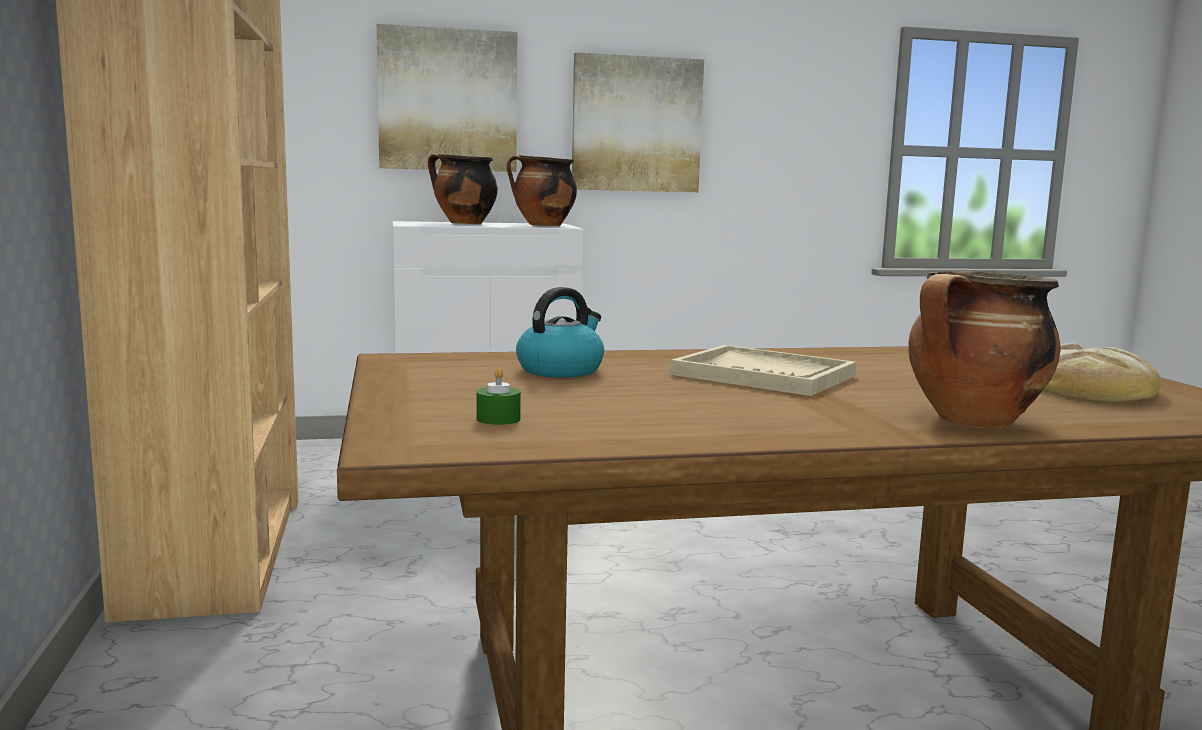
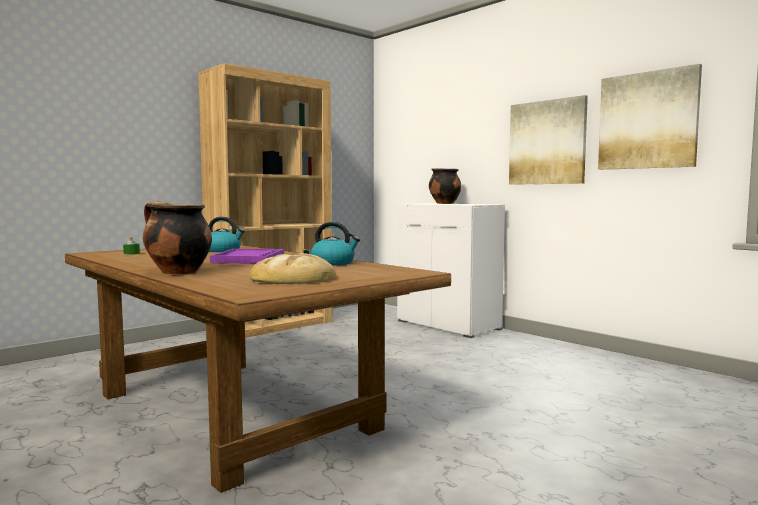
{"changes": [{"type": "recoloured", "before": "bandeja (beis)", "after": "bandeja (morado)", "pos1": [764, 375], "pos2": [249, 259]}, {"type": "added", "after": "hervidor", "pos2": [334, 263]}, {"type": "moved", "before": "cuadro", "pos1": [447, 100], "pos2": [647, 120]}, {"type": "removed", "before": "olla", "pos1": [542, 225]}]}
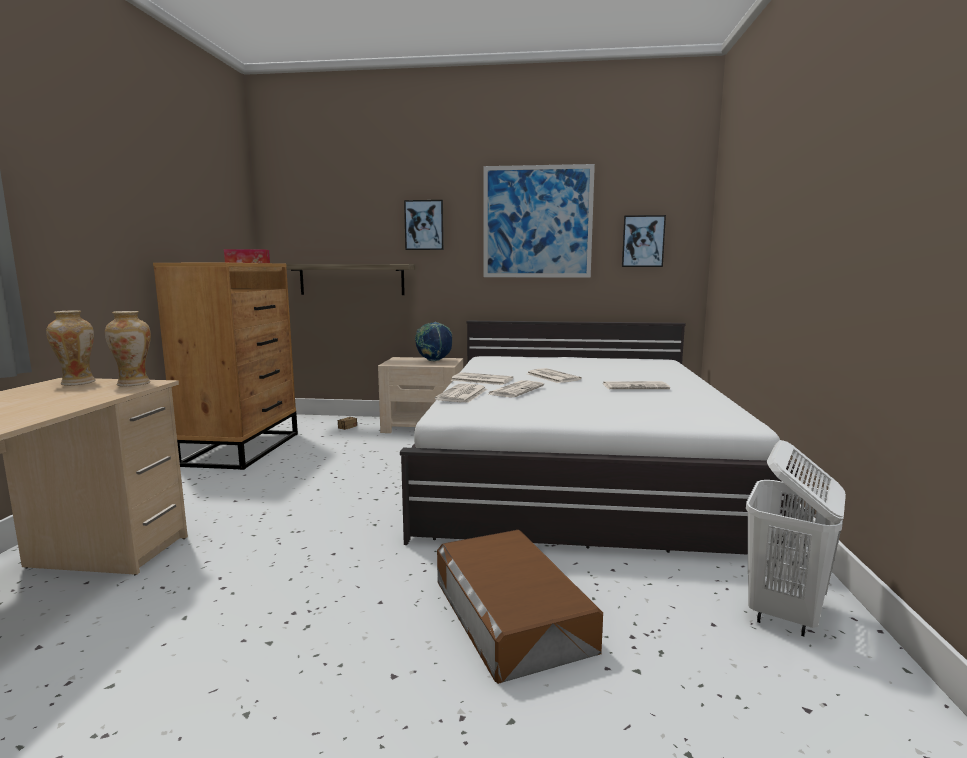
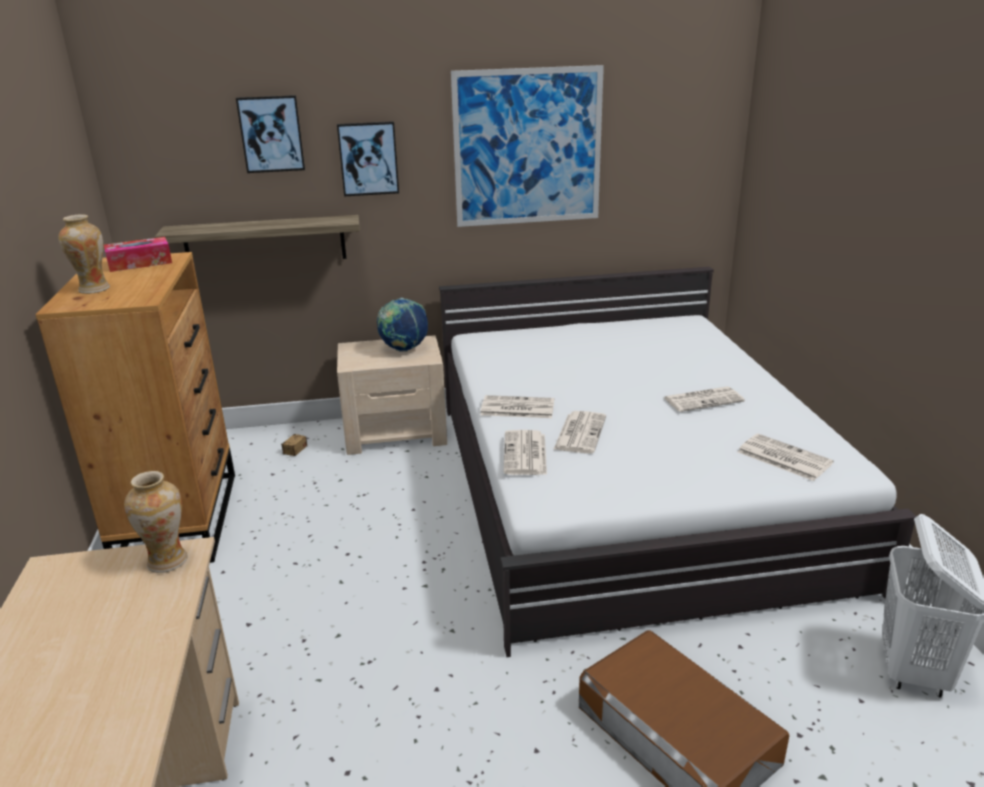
{"changes": [{"type": "moved", "before": "florero", "pos1": [77, 383], "pos2": [94, 289]}, {"type": "moved", "before": "cuadro", "pos1": [643, 241], "pos2": [271, 134]}, {"type": "moved", "before": "periódico", "pos1": [552, 377], "pos2": [782, 457]}]}
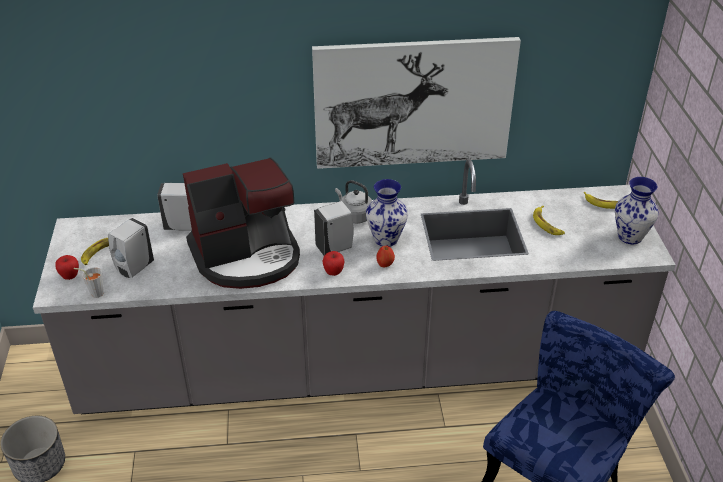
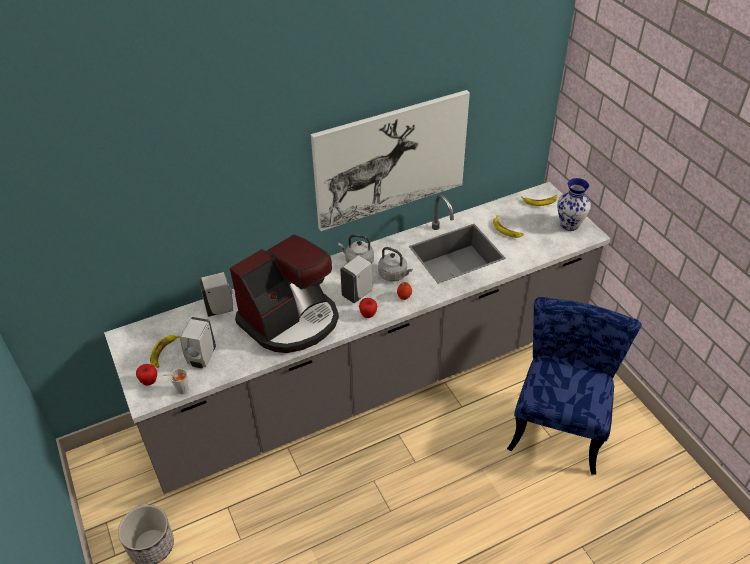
{"changes": [{"type": "replaced", "before": "florero", "after": "hervidor (gris)", "pos1": [387, 239], "pos2": [394, 275]}]}
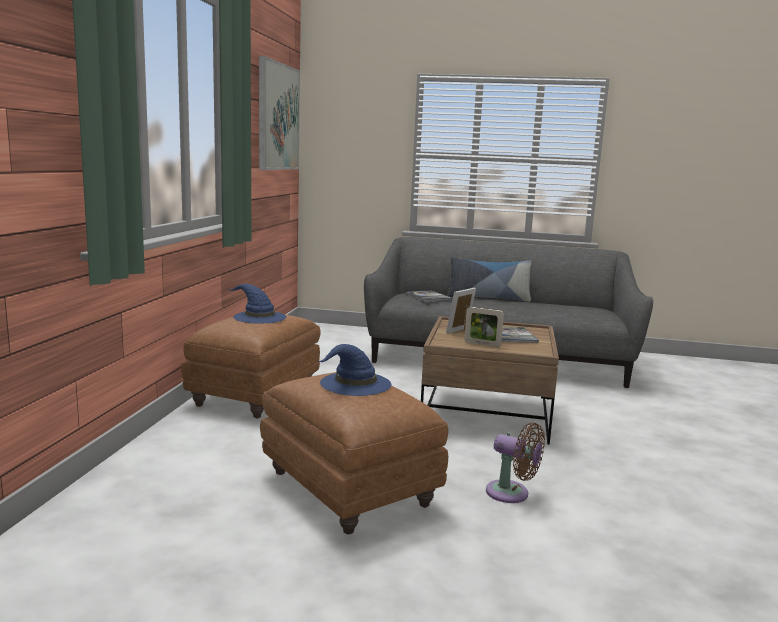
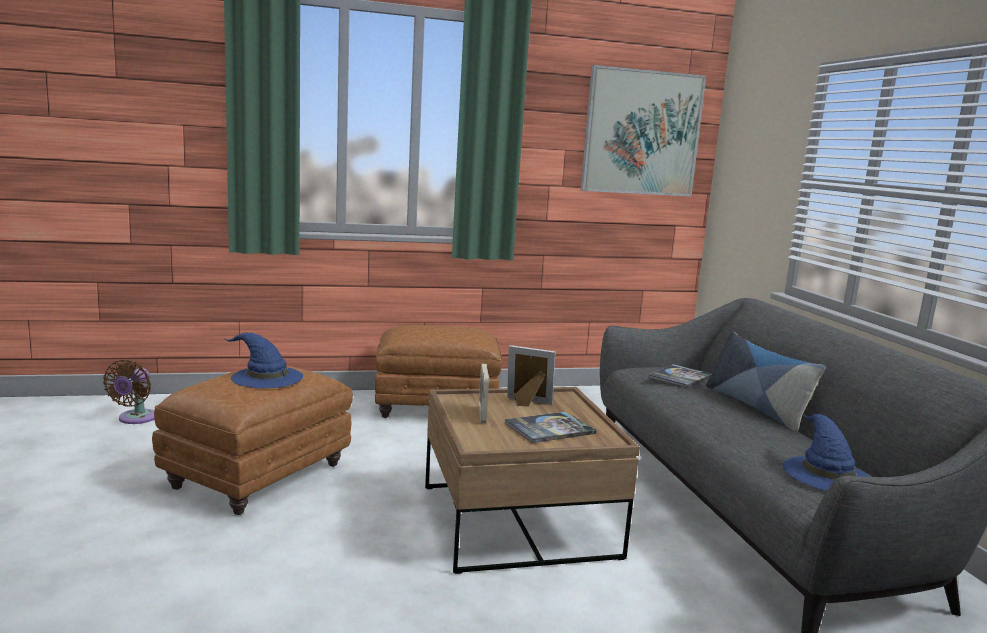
{"changes": [{"type": "moved", "before": "ventilador (marrón)", "pos1": [511, 494], "pos2": [135, 419]}, {"type": "moved", "before": "sombrero (azul)", "pos1": [259, 317], "pos2": [826, 474]}]}
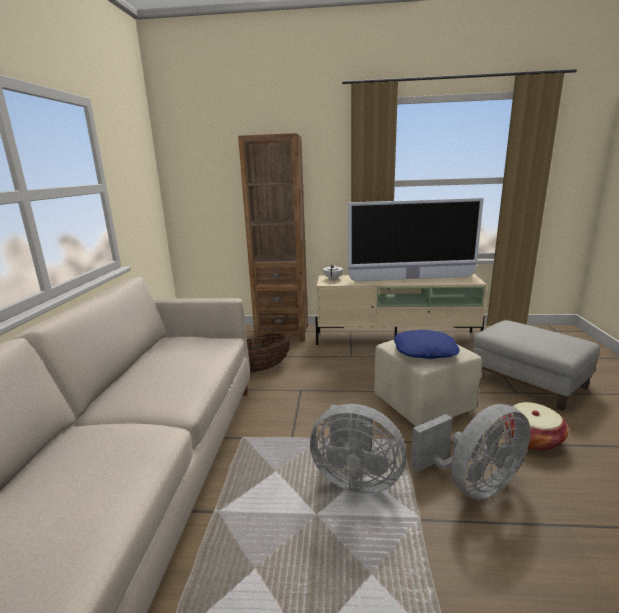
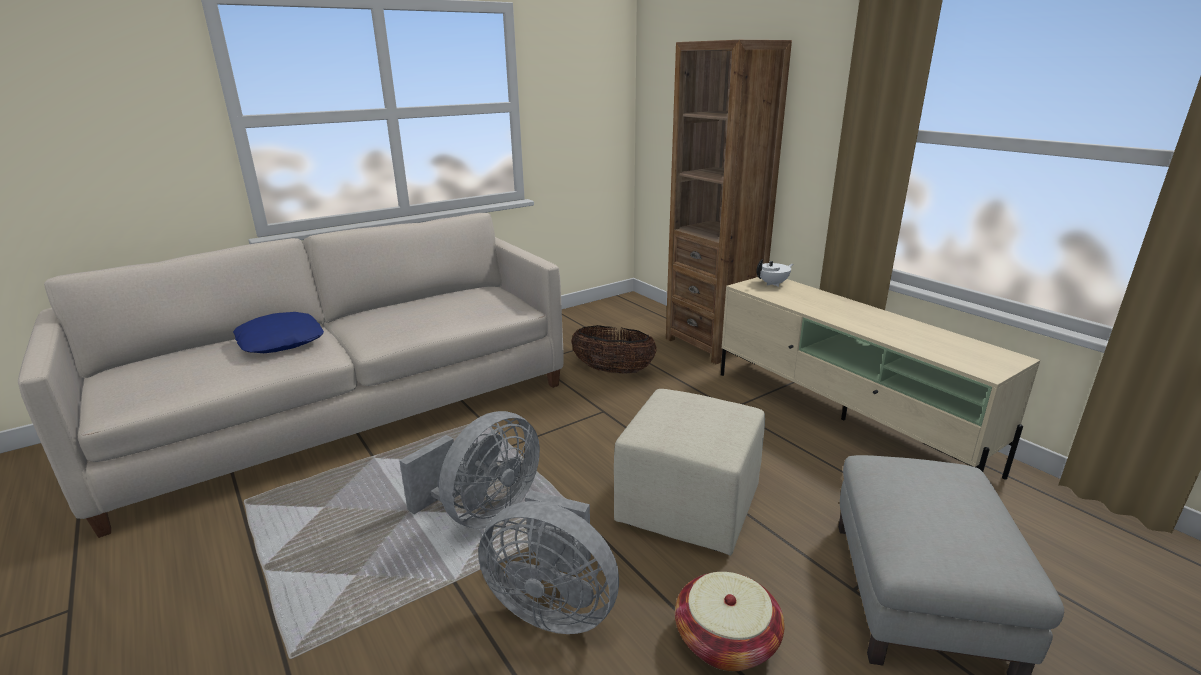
{"changes": [{"type": "moved", "before": "cojín (azul)", "pos1": [425, 350], "pos2": [281, 341]}, {"type": "turned", "before": "ventilador (gris)", "pos1": [355, 478], "pos2": [483, 513], "turn": -120}, {"type": "removed", "before": "televisor", "pos1": [411, 279]}]}
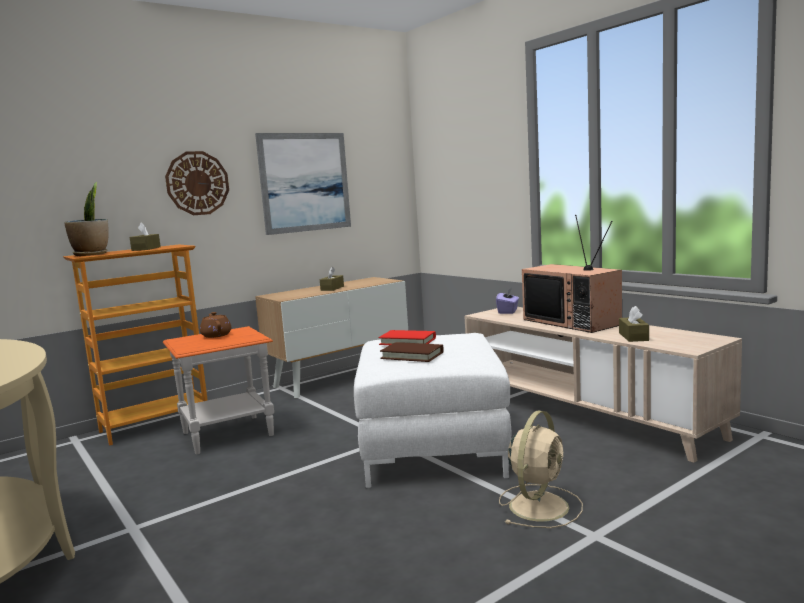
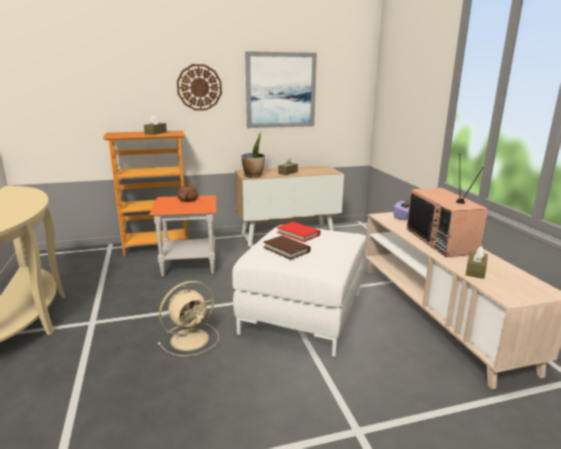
{"changes": [{"type": "moved", "before": "ventilador (beis)", "pos1": [539, 505], "pos2": [191, 338]}, {"type": "moved", "before": "planta en maceta", "pos1": [91, 254], "pos2": [253, 175]}]}
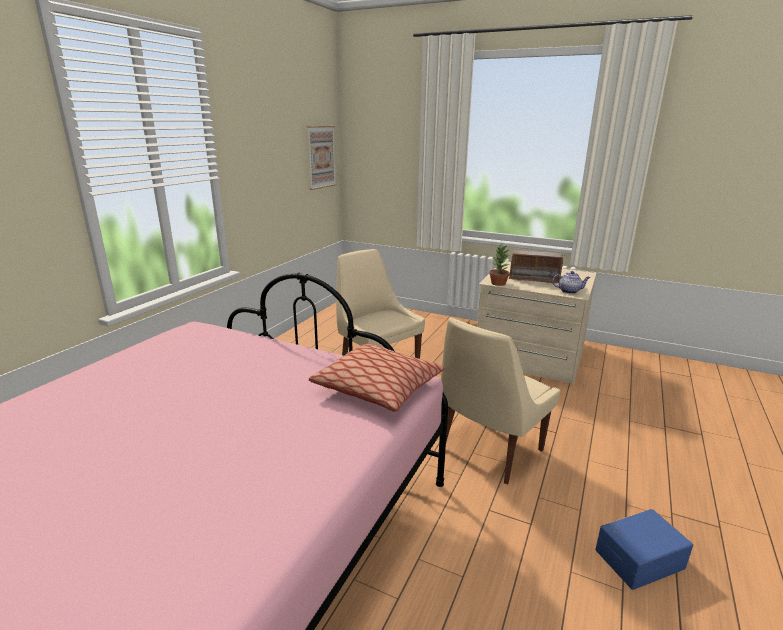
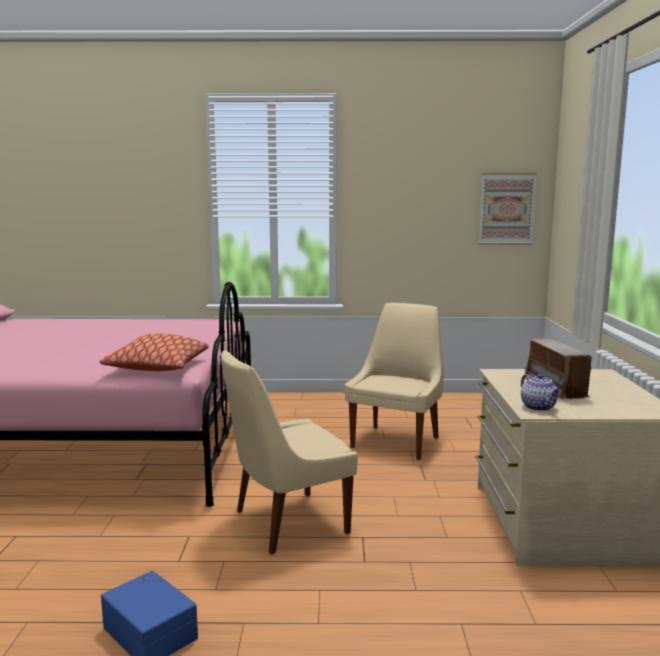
{"changes": [{"type": "turned", "before": "silla (beis)", "pos1": [488, 451], "pos2": [286, 523], "turn": -45}, {"type": "removed", "before": "planta en maceta", "pos1": [498, 283]}]}
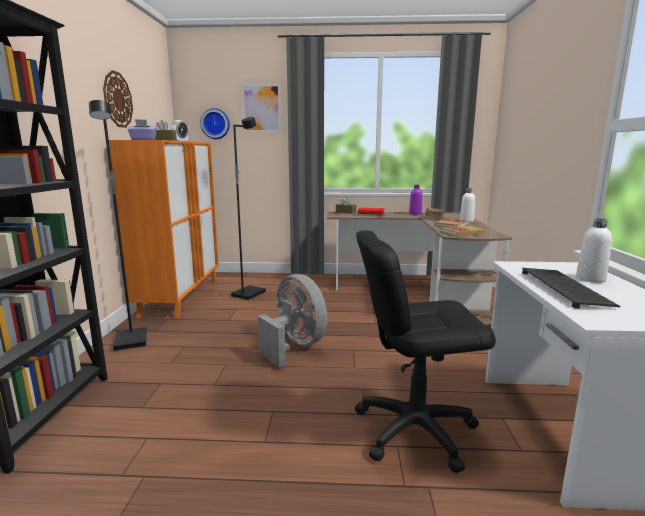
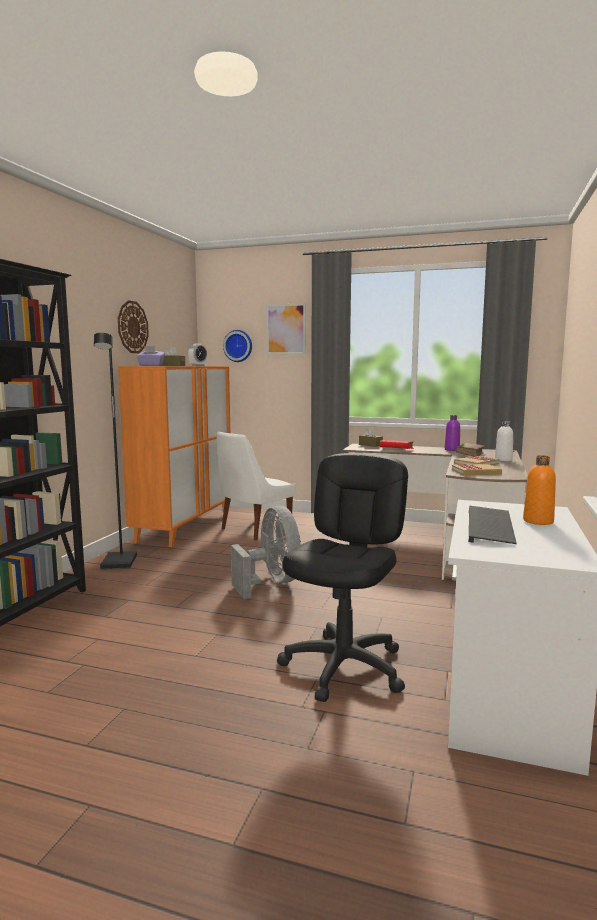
{"changes": [{"type": "replaced", "before": "lámpara de pie (negro)", "after": "silla (blanco)", "pos1": [248, 294], "pos2": [253, 530]}, {"type": "turned", "before": "silla de oficina (negro)", "pos1": [414, 429], "pos2": [344, 667], "turn": 105}, {"type": "recoloured", "before": "botella (blanco)", "after": "botella (naranja)", "pos1": [590, 279], "pos2": [538, 521]}]}
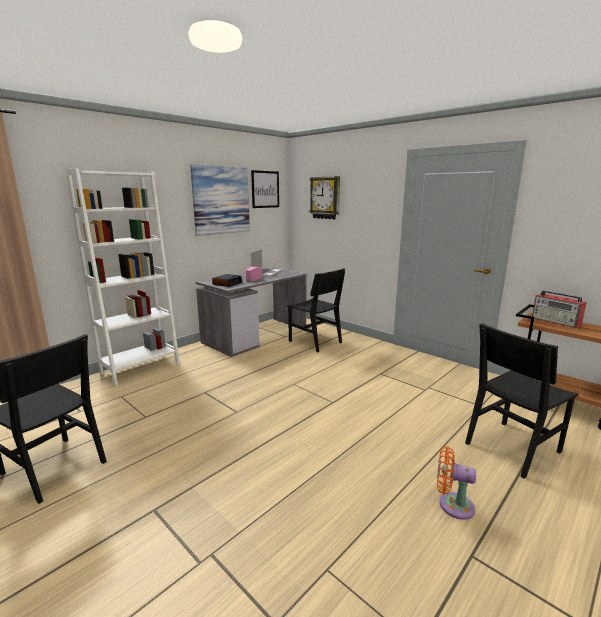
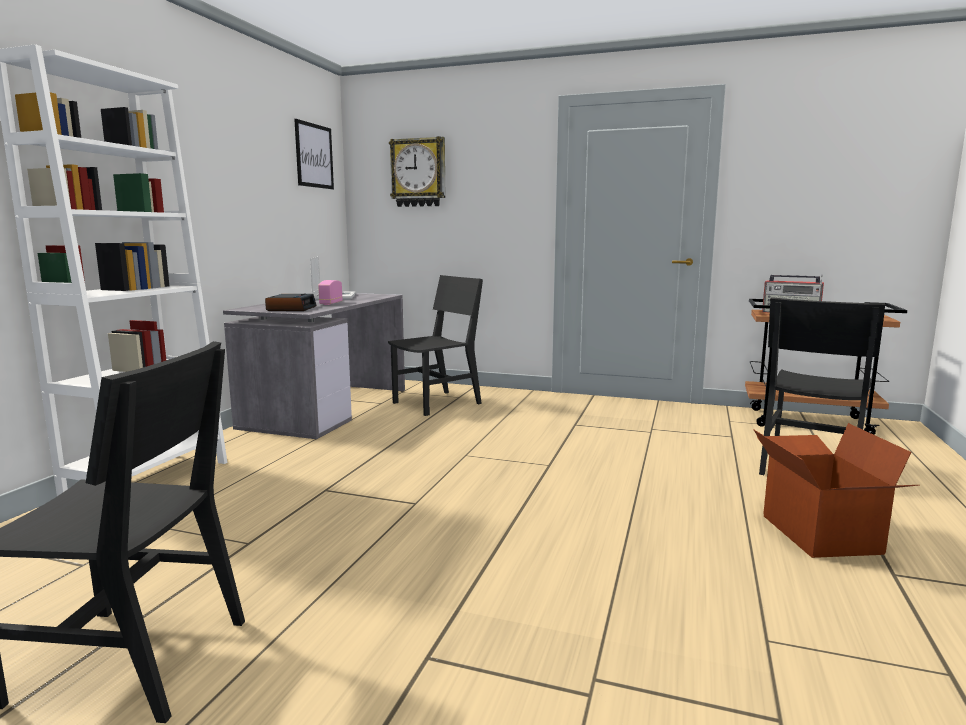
{"changes": [{"type": "turned", "before": "silla (negro)", "pos1": [315, 342], "pos2": [437, 403], "turn": -60}, {"type": "replaced", "before": "ventilador (naranja)", "after": "caja de cartón", "pos1": [452, 504], "pos2": [818, 534]}, {"type": "removed", "before": "cuadro", "pos1": [221, 200]}]}
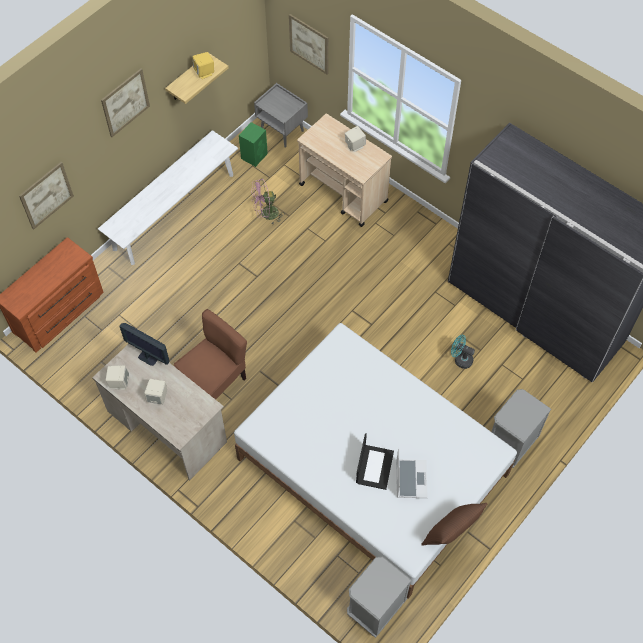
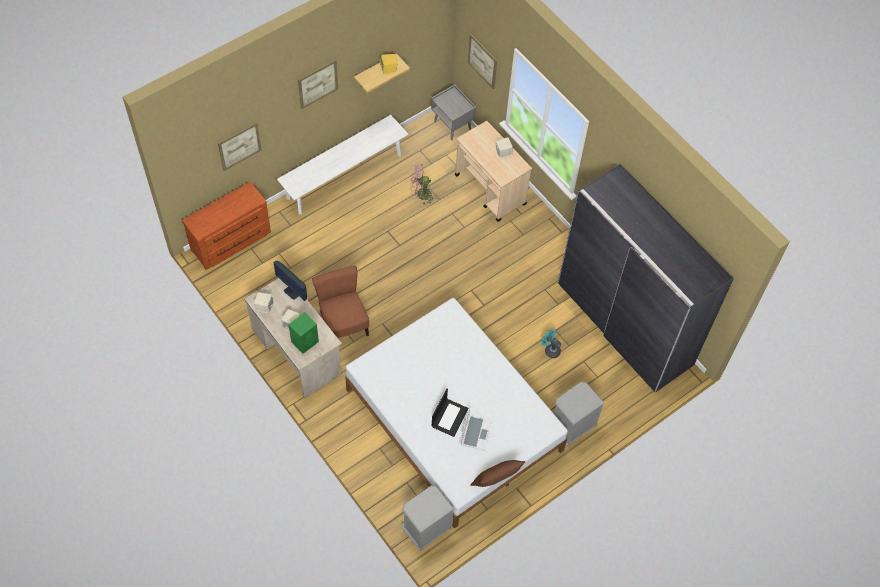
{"changes": [{"type": "moved", "before": "altavoz (verde)", "pos1": [254, 155], "pos2": [305, 341]}, {"type": "turned", "before": "silla (marrón)", "pos1": [214, 382], "pos2": [343, 324], "turn": -75}]}
